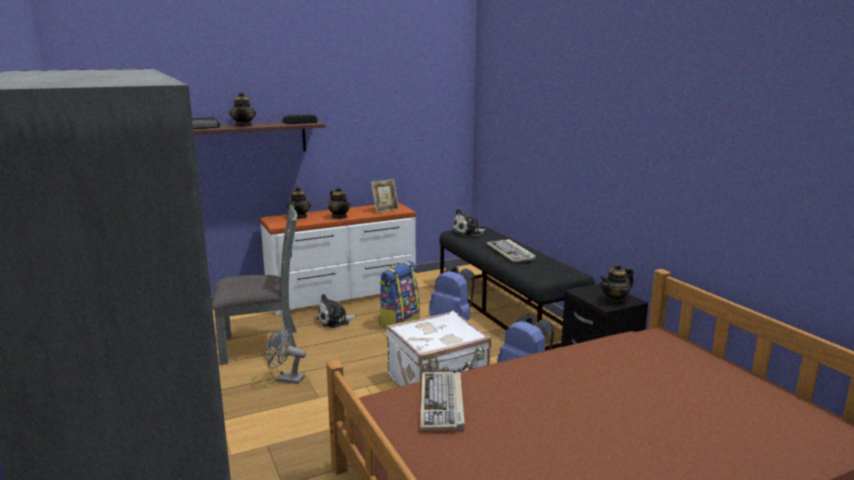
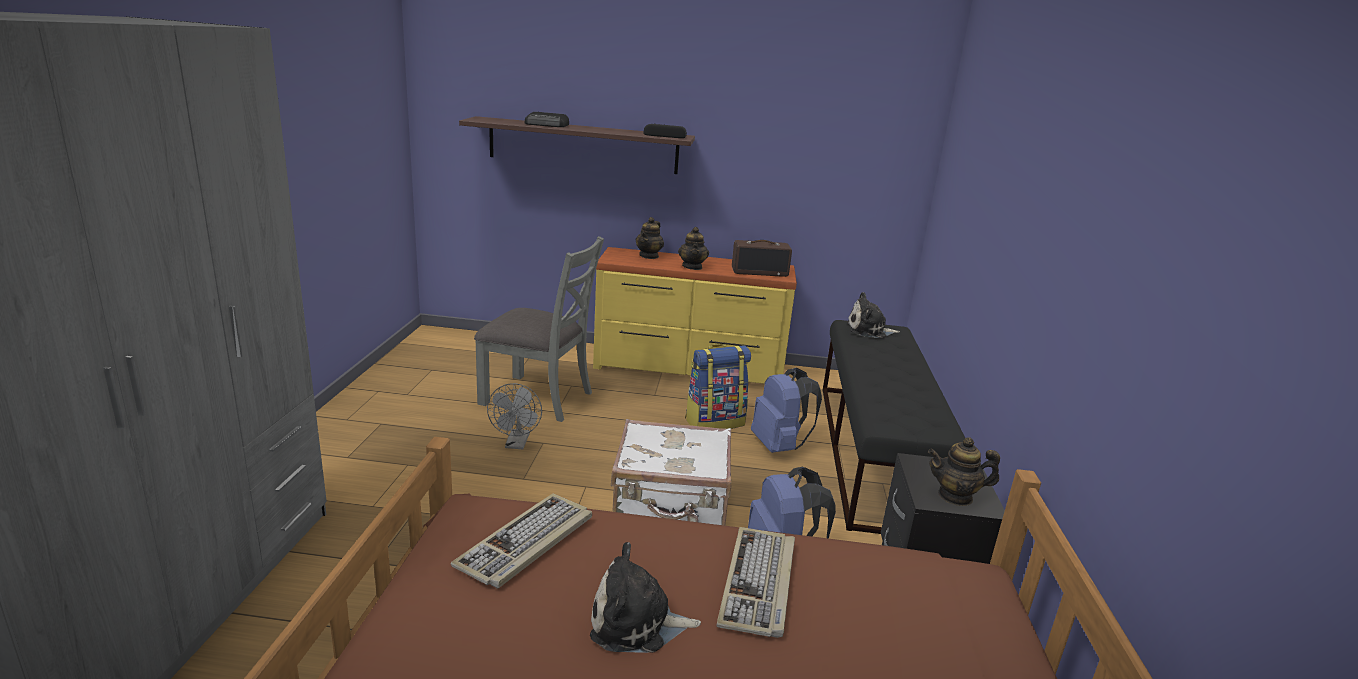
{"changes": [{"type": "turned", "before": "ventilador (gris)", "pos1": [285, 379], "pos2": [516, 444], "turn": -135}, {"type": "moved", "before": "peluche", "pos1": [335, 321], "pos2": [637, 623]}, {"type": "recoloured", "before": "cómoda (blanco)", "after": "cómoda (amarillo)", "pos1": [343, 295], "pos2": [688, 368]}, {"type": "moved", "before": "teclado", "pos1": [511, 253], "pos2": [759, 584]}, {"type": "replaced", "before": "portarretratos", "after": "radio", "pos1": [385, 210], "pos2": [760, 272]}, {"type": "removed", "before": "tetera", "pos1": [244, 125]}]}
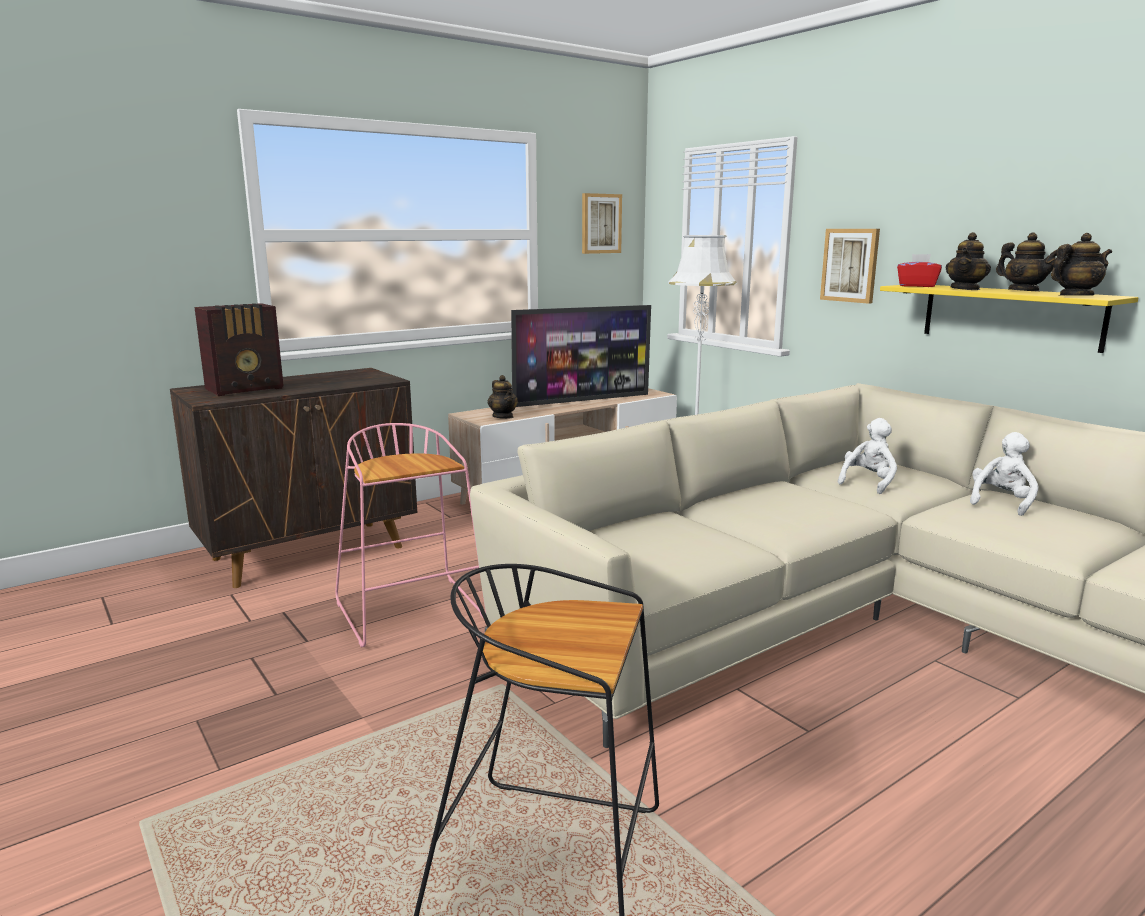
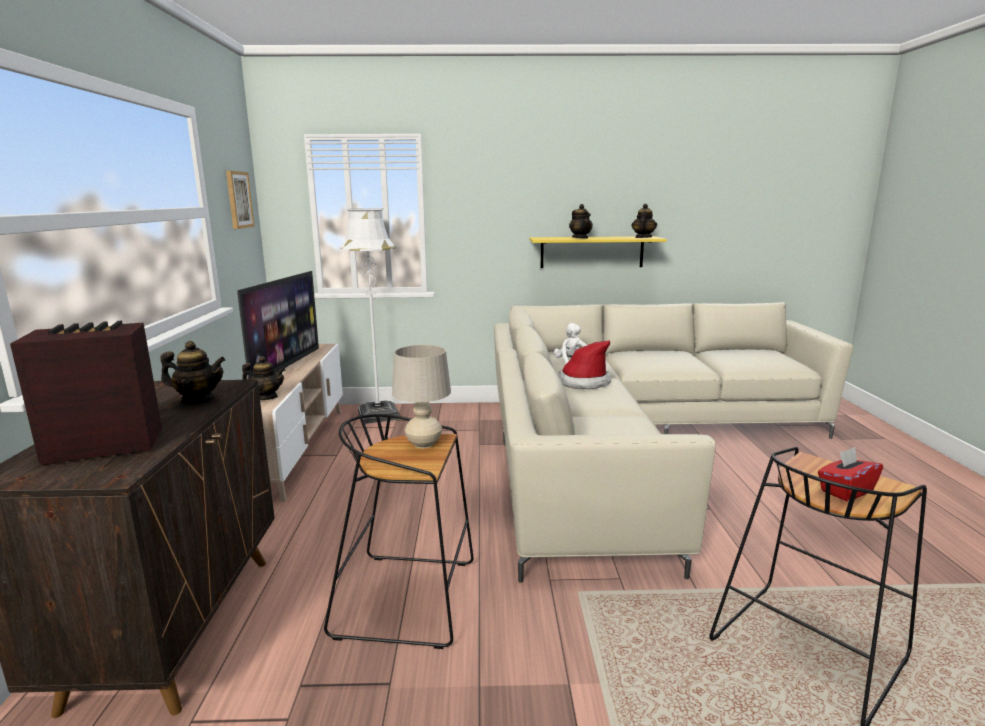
{"changes": [{"type": "turned", "before": "radio", "pos1": [246, 389], "pos2": [103, 446], "turn": -105}, {"type": "moved", "before": "tetera", "pos1": [1023, 291], "pos2": [198, 400]}, {"type": "recoloured", "before": "taburete (rosa)", "after": "taburete (negro)", "pos1": [412, 611], "pos2": [409, 597]}, {"type": "added", "after": "lámpara de mesa (beis)", "pos2": [423, 444]}, {"type": "added", "after": "sombrero", "pos2": [583, 382]}, {"type": "moved", "before": "caja de pañuelos (rojo)", "pos1": [917, 286], "pos2": [846, 491]}, {"type": "removed", "before": "cuadro", "pos1": [850, 265]}, {"type": "removed", "before": "peluche (blanco)", "pos1": [1001, 502]}]}
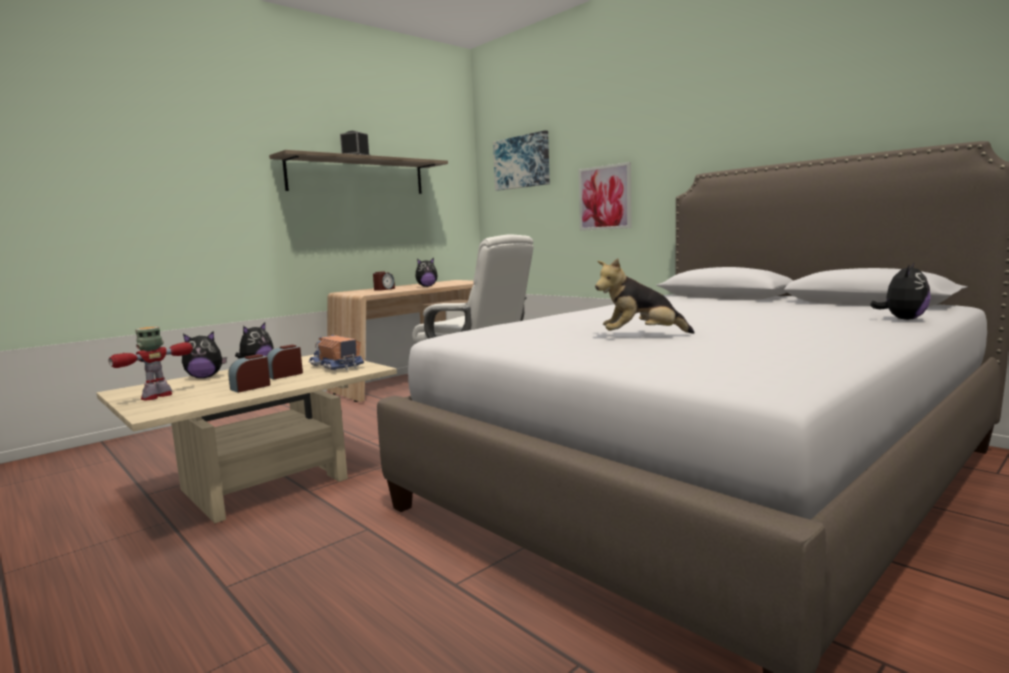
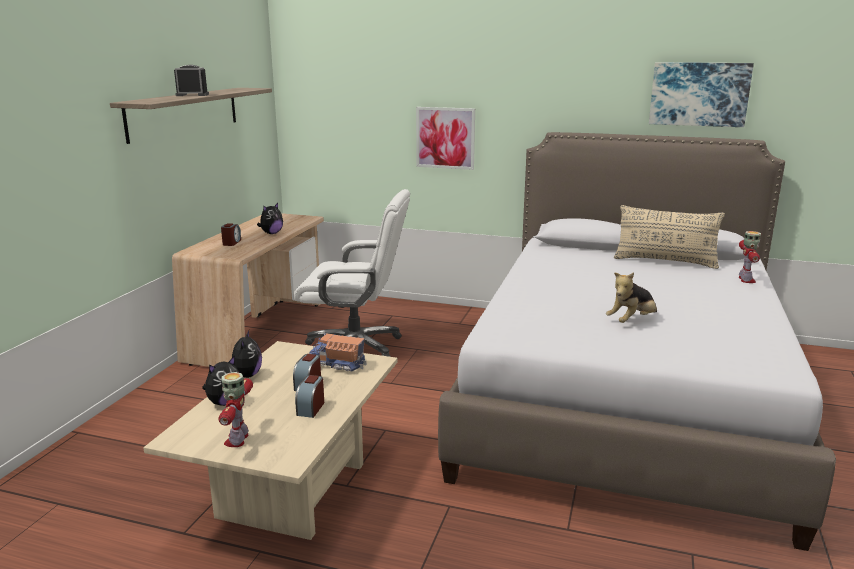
{"changes": [{"type": "added", "after": "cojín (beis)", "pos2": [665, 261]}, {"type": "moved", "before": "cuadro", "pos1": [522, 162], "pos2": [699, 94]}, {"type": "replaced", "before": "peluche", "after": "robot de juguete", "pos1": [902, 319], "pos2": [746, 280]}]}
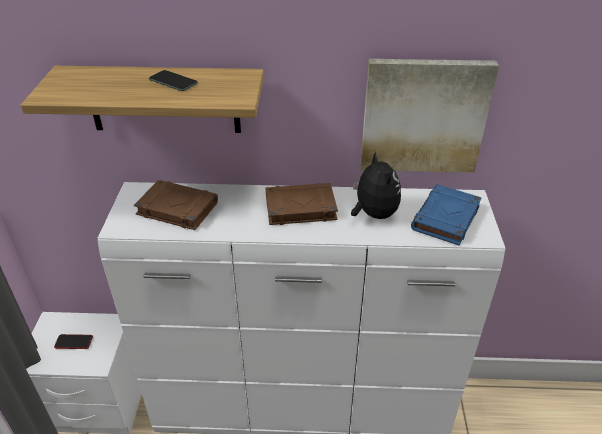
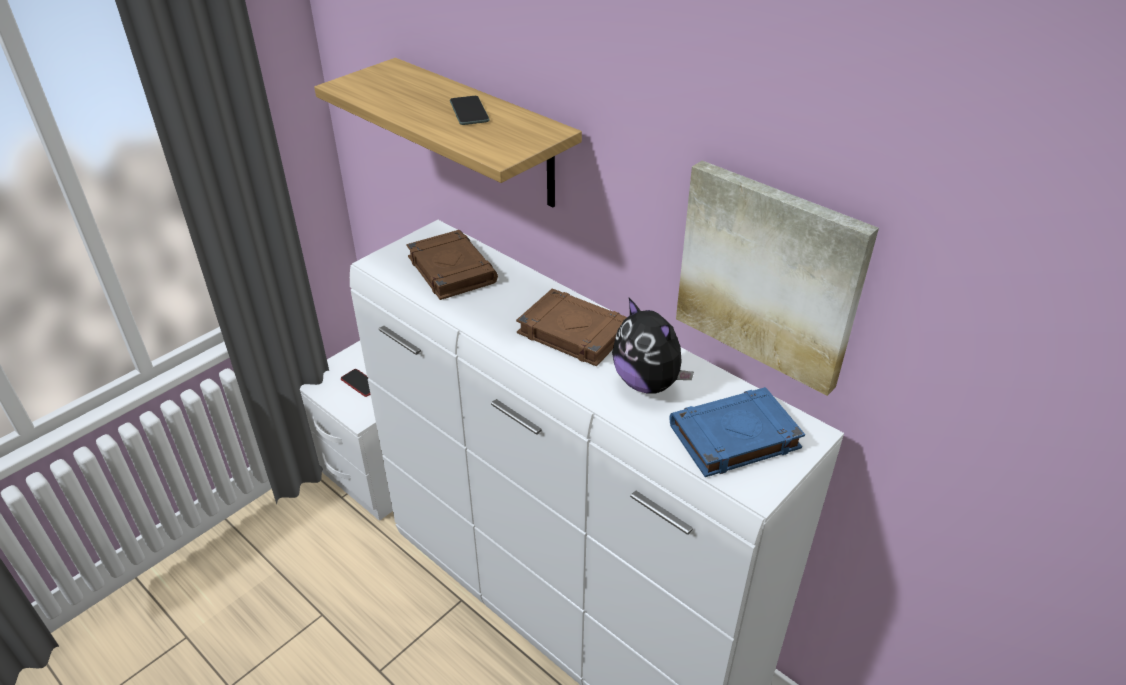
{"changes": [{"type": "turned", "before": "peluche", "pos1": [373, 214], "pos2": [648, 382], "turn": 120}]}
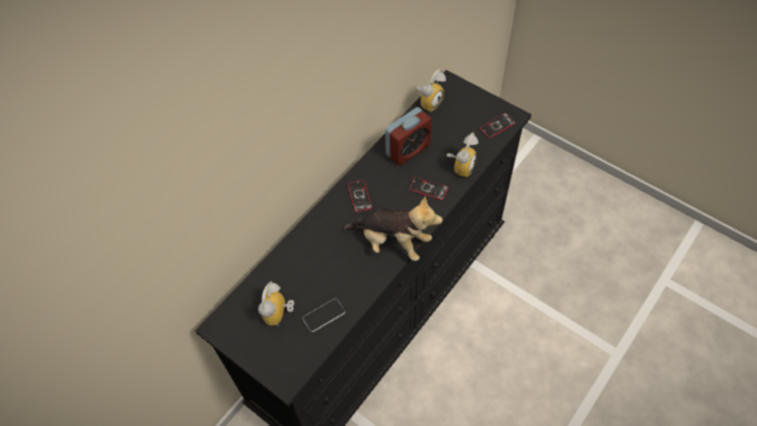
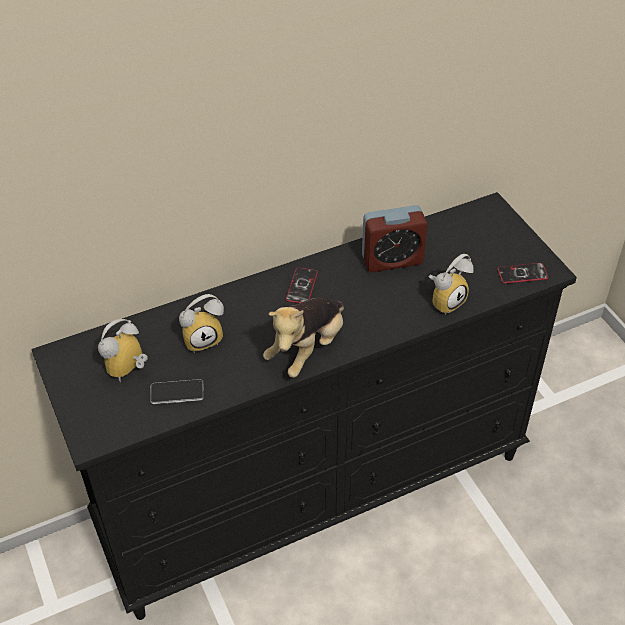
{"changes": [{"type": "moved", "before": "despertador", "pos1": [429, 102], "pos2": [203, 338]}, {"type": "turned", "before": "peluche", "pos1": [392, 242], "pos2": [307, 349], "turn": 75}, {"type": "removed", "before": "móvil", "pos1": [428, 188]}]}
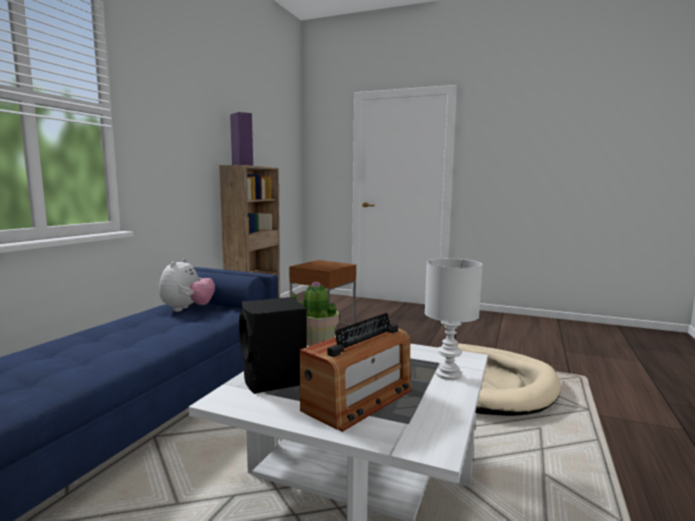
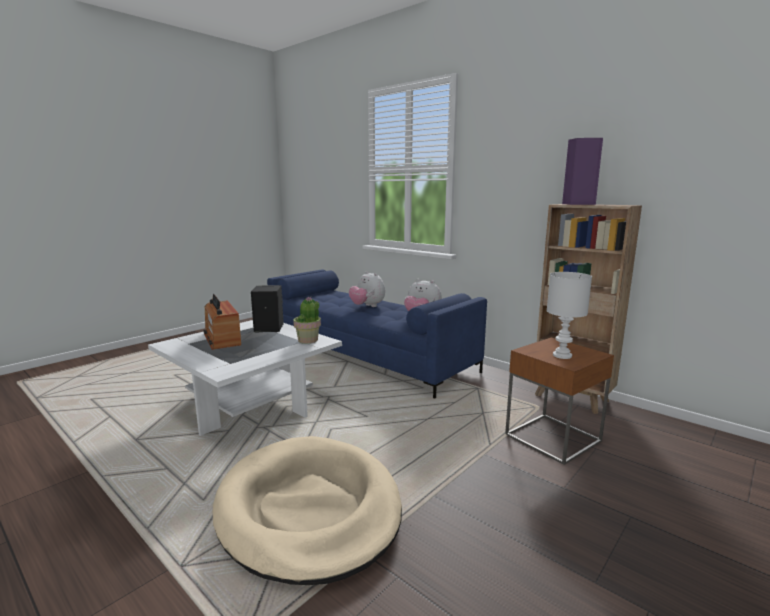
{"changes": [{"type": "added", "after": "peluche", "pos2": [367, 306]}, {"type": "moved", "before": "lámpara de mesa (blanco)", "pos1": [449, 375], "pos2": [561, 355]}]}
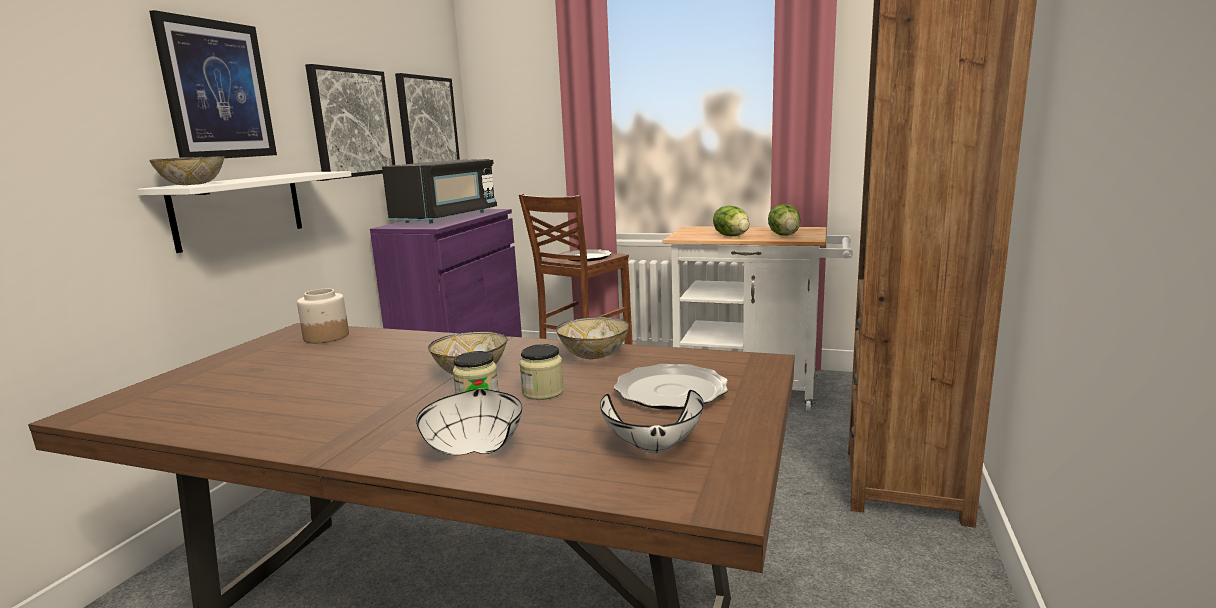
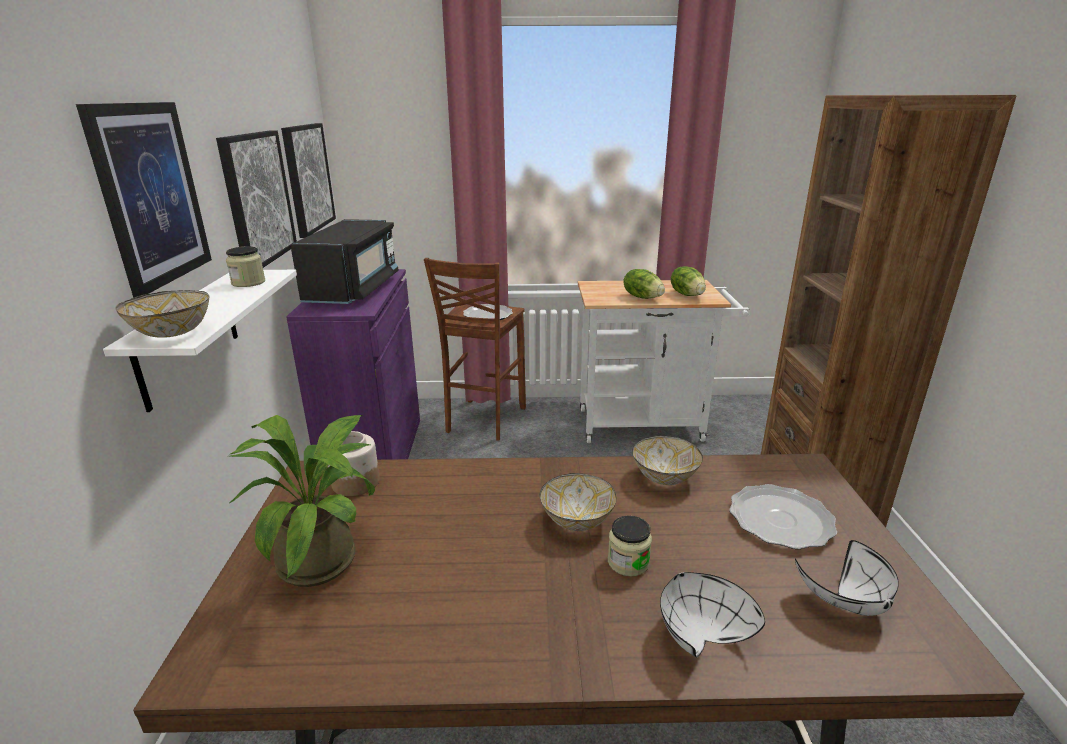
{"changes": [{"type": "moved", "before": "tarro", "pos1": [543, 392], "pos2": [248, 283]}, {"type": "added", "after": "planta en maceta", "pos2": [326, 557]}]}
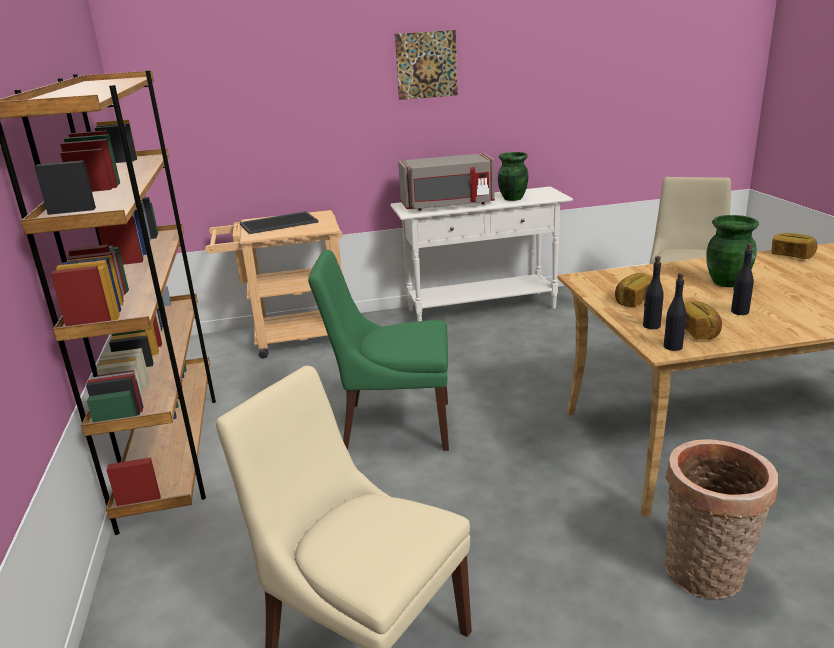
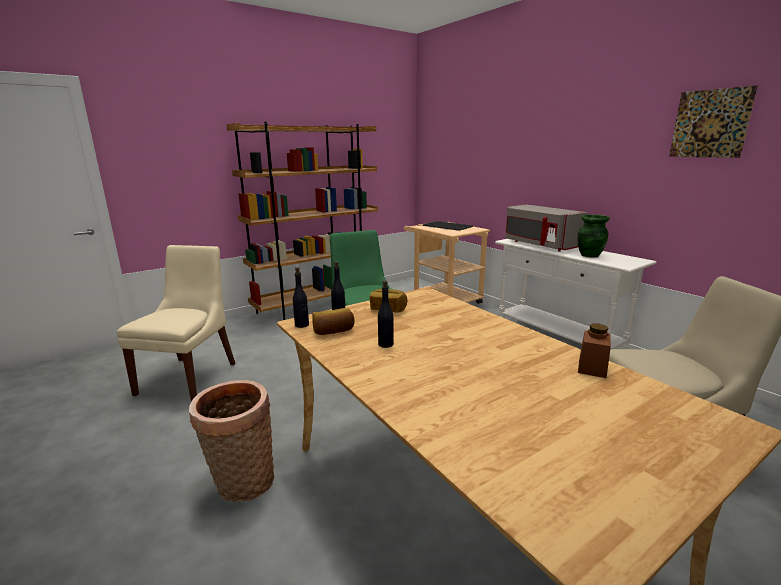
{"changes": [{"type": "replaced", "before": "pan", "after": "tarro (marrón)", "pos1": [792, 255], "pos2": [592, 368]}, {"type": "moved", "before": "cuadro", "pos1": [426, 65], "pos2": [710, 123]}, {"type": "removed", "before": "florero (verde)", "pos1": [727, 282]}]}
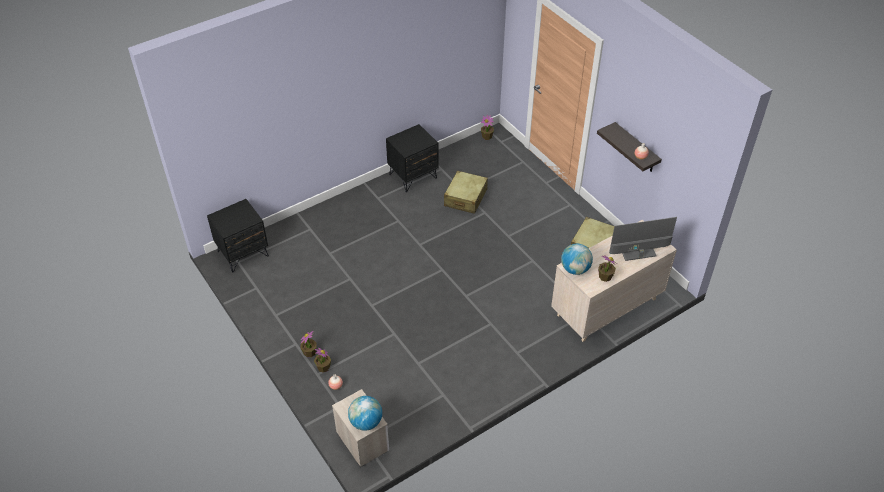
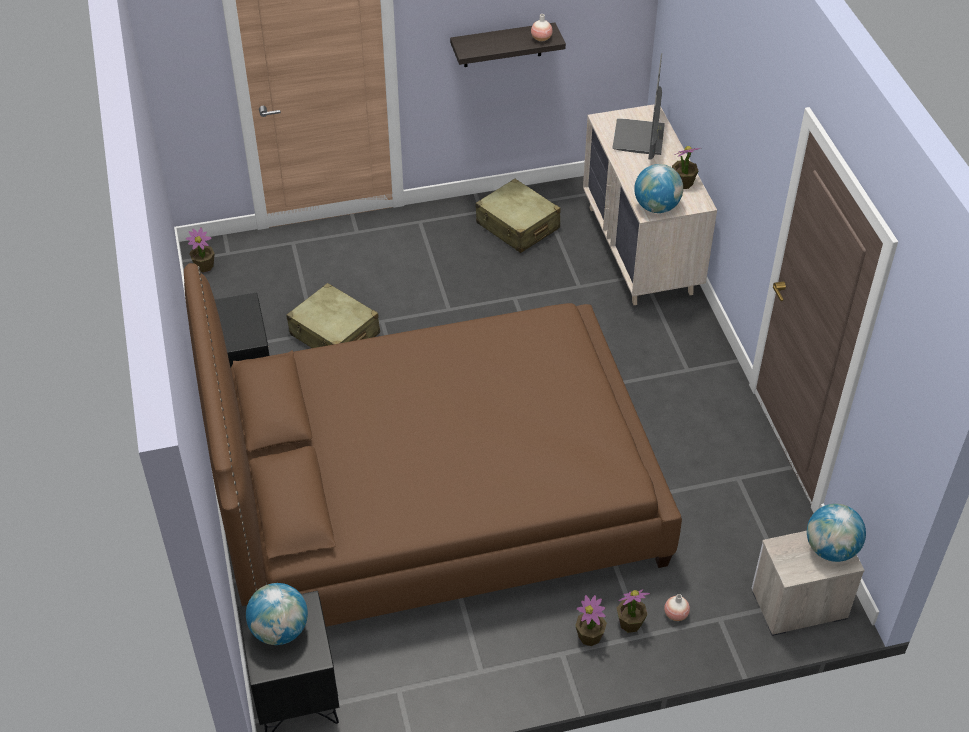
{"changes": [{"type": "added", "after": "cama (marrón)", "pos2": [433, 494]}, {"type": "added", "after": "globo terráqueo", "pos2": [280, 630]}]}
